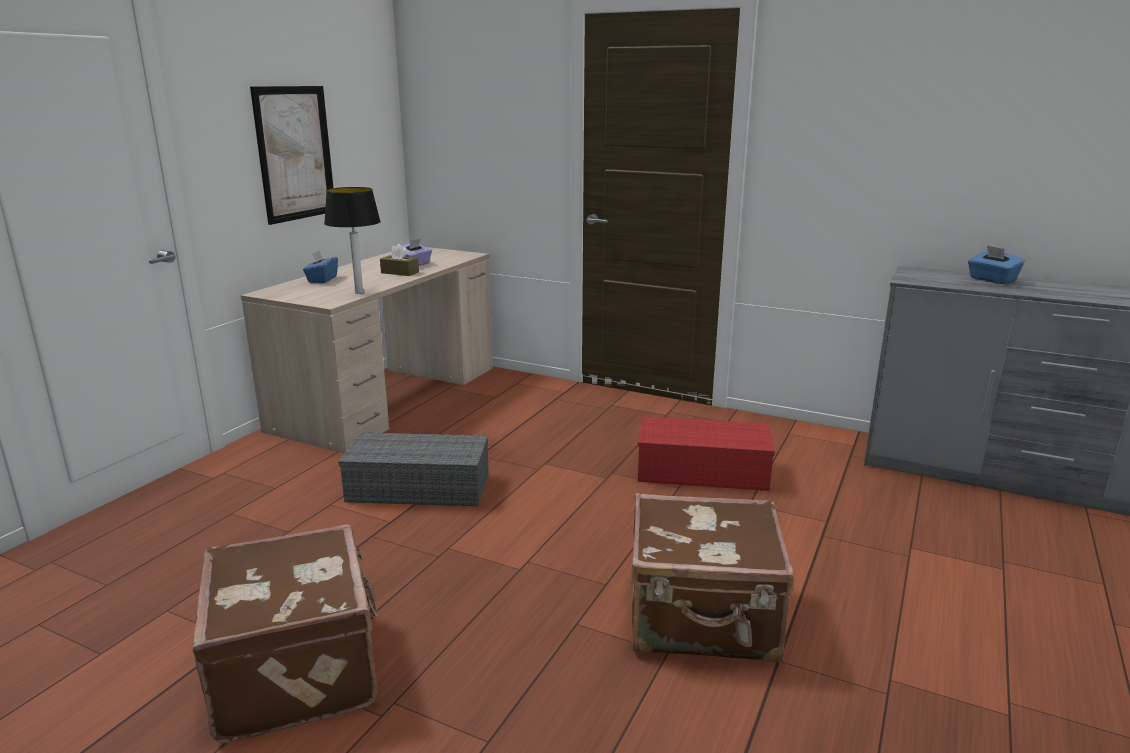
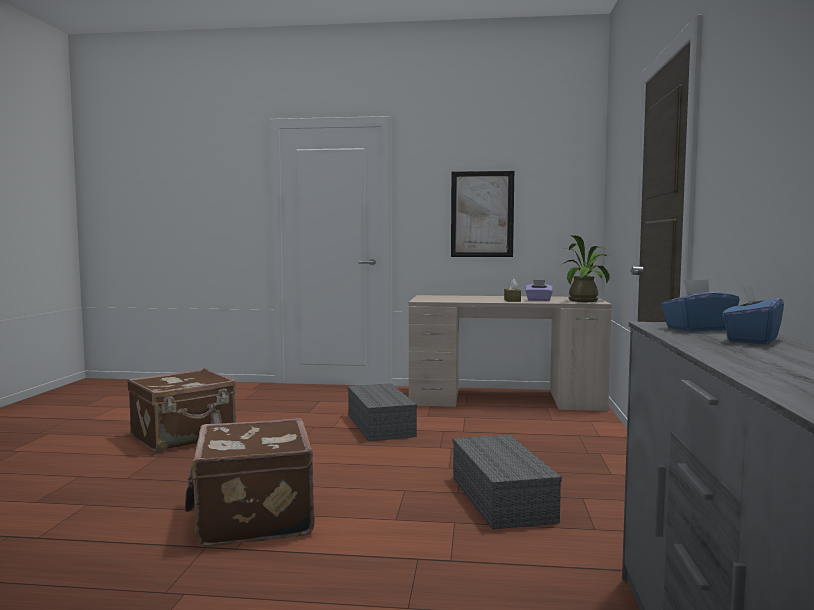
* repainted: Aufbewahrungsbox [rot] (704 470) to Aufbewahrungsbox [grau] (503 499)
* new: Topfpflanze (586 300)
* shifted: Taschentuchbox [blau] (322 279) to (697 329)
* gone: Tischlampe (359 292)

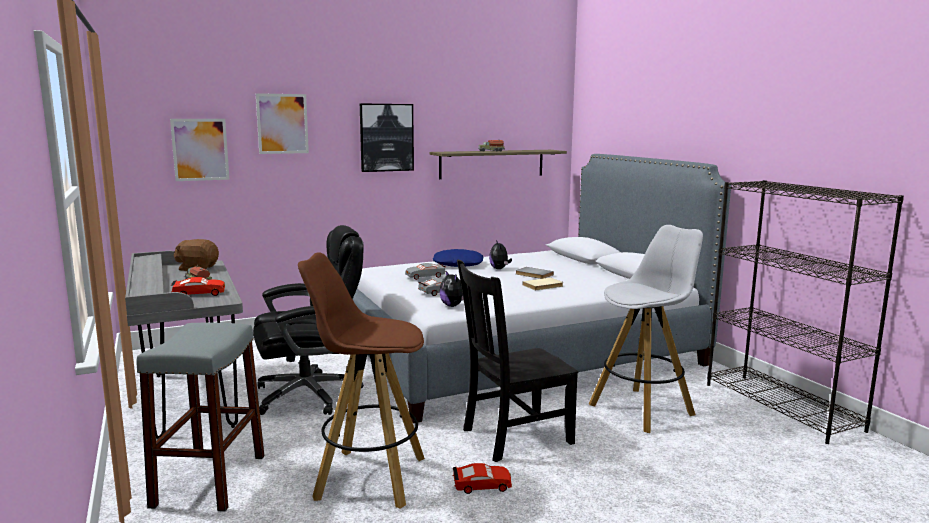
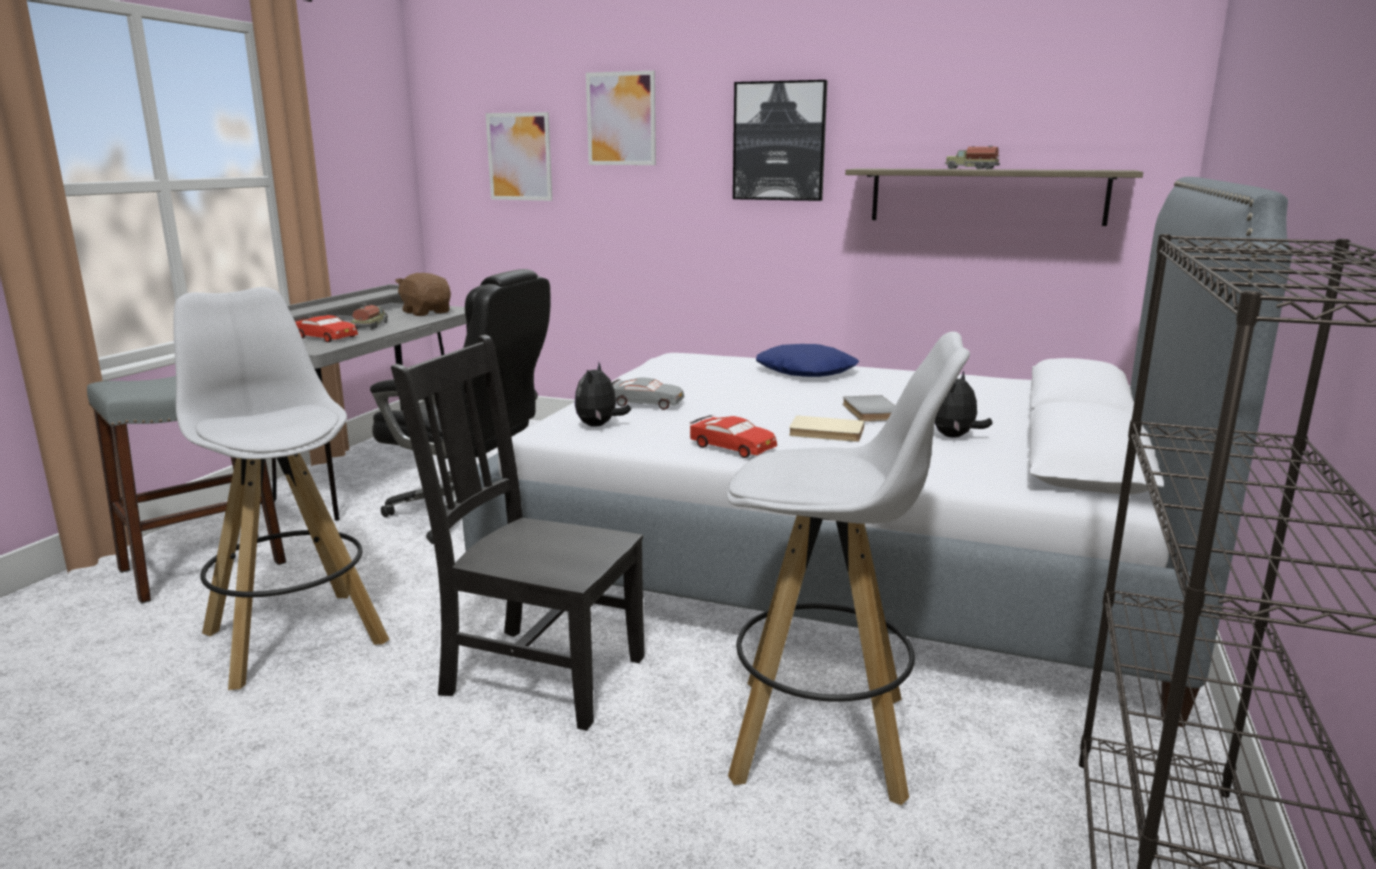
* repainted: Hocker [braun] (368 478) to Hocker [weiß] (294 636)
* shifted: Spielzeugauto [rot] (481 485) to (732 447)
* shifted: Plüschtier (499 269) to (955 437)
* gone: Spielzeugauto [grau] (425 276)

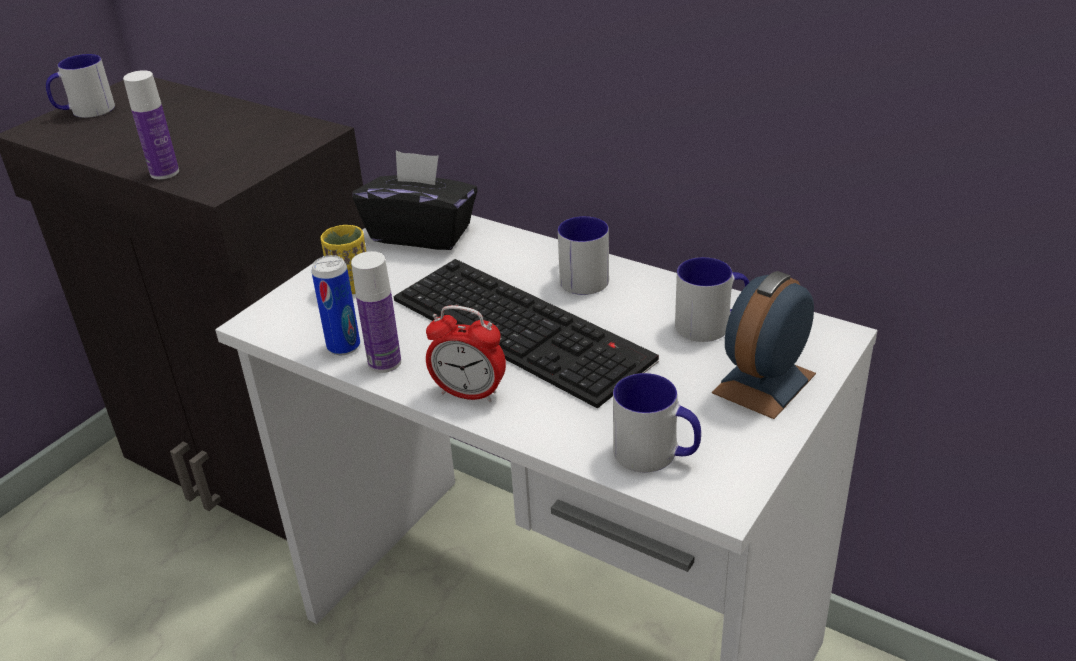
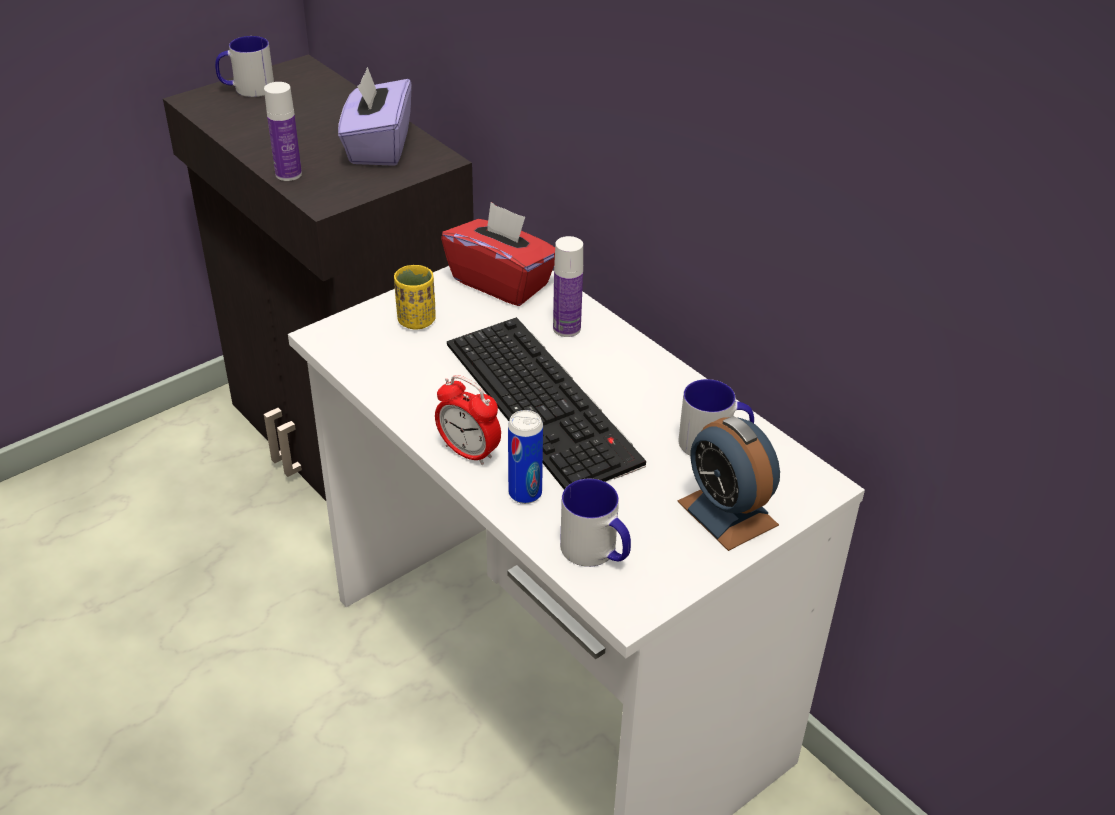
* new: Taschentuchbox [lila] (378 147)
* repainted: Taschentuchbox [schwarz] (421 234) to Taschentuchbox [rot] (501 282)
* shifted: Dose (343 347) to (525 494)
* shifted: Flasche (384 362) to (566 328)
* rotated: Wecker (764 383) = (727 513) 90 degrees counterclockwise
* gone: Henkelbecher (580 276)

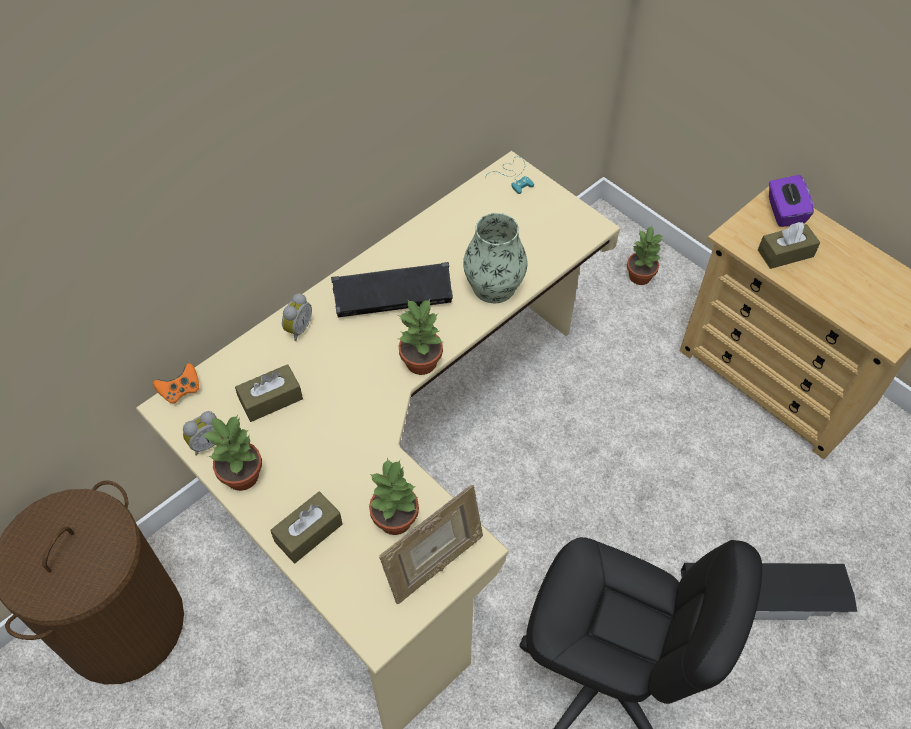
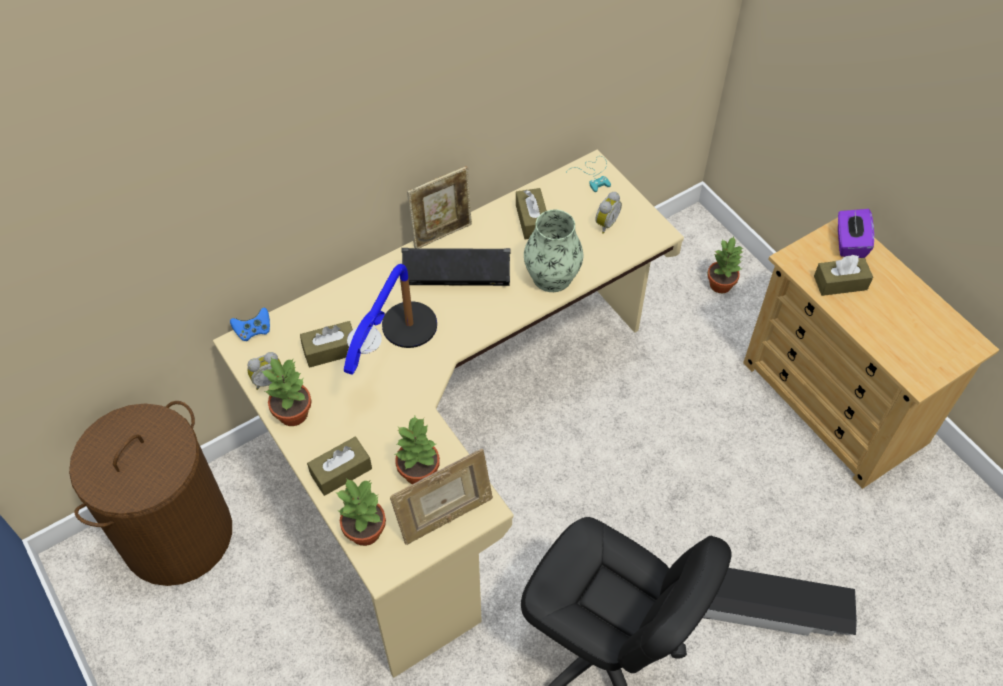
* repainted: Gamepad [orange] (180 390) to Gamepad [blau] (253 331)
* shifted: Topfpflanze (421 361) to (365 530)
* new: Tischlampe (397 349)
* new: Bilderrahmen (442 234)
* new: Taschentuchbox [braun] (532 220)
* shifted: Wecker (297 329) to (605 223)

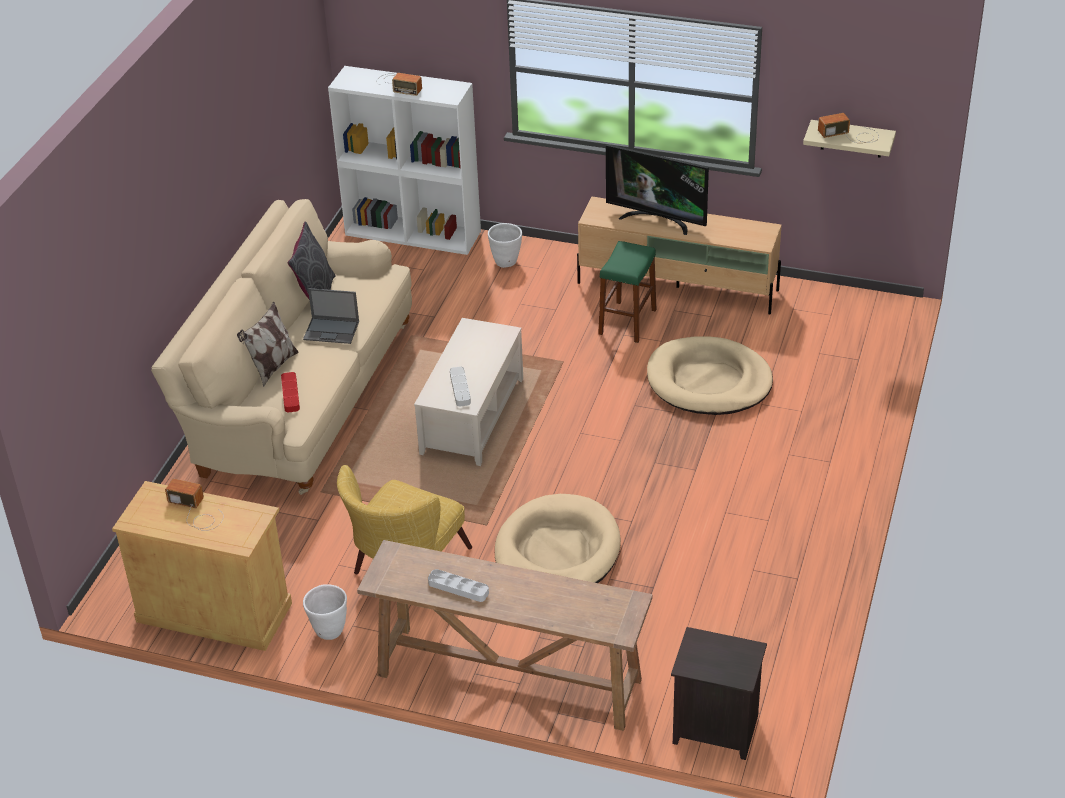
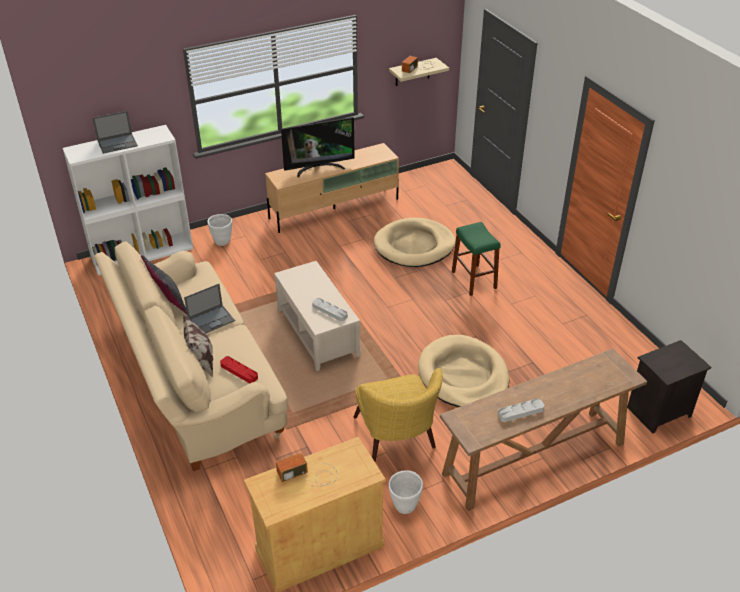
* swapped: Radio (398 84) to Laptop (118 143)
* shifted: Hocker [grün] (627 322) to (474 280)

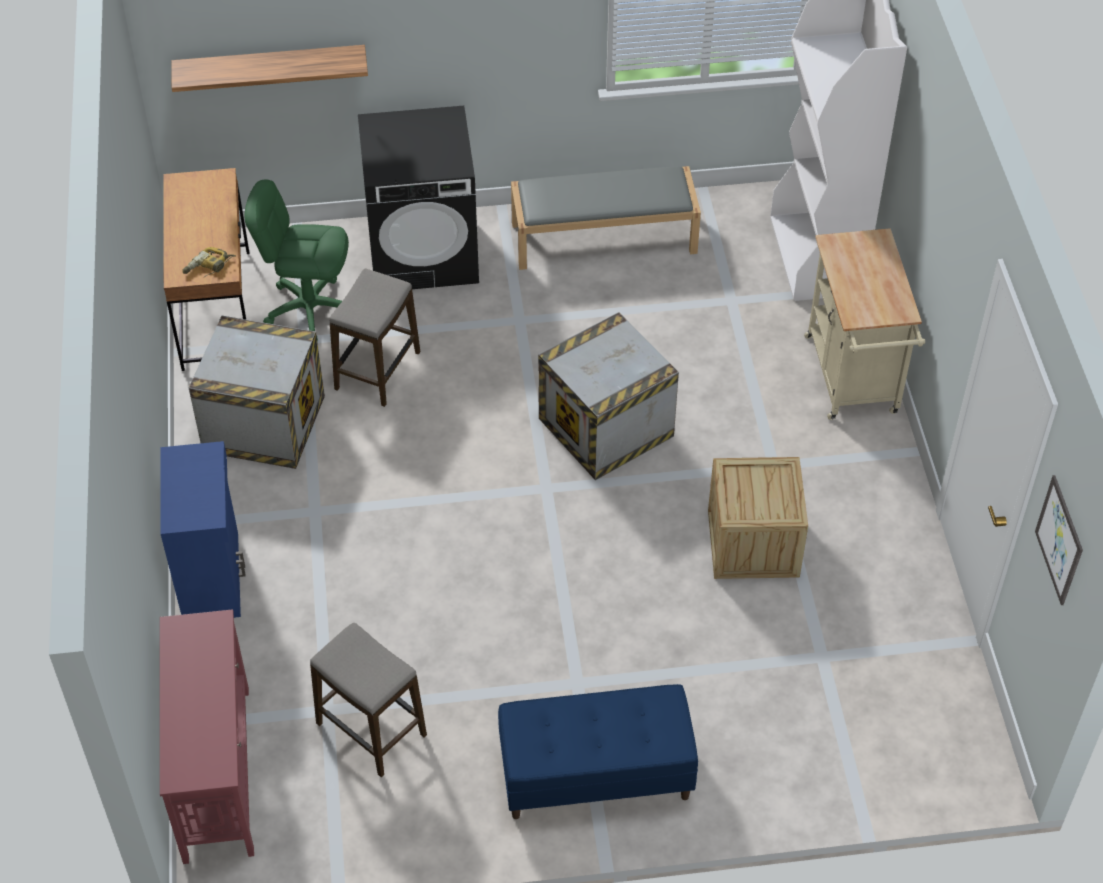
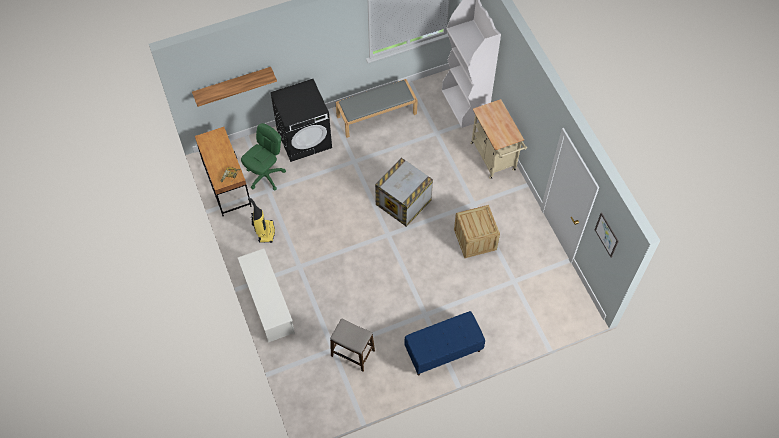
* swapped: Schrank [blau] (213 576) to Schuhregal [weiß] (268 304)
* rotated: Bürostuhl [grün] (309 309) = (265 175) 135 degrees clockwise
* swapped: Kiste (264 422) to Staubsauger (265 232)
* gone: Konsolentisch [rot] (217 771)
* gone: Hocker (377 371)

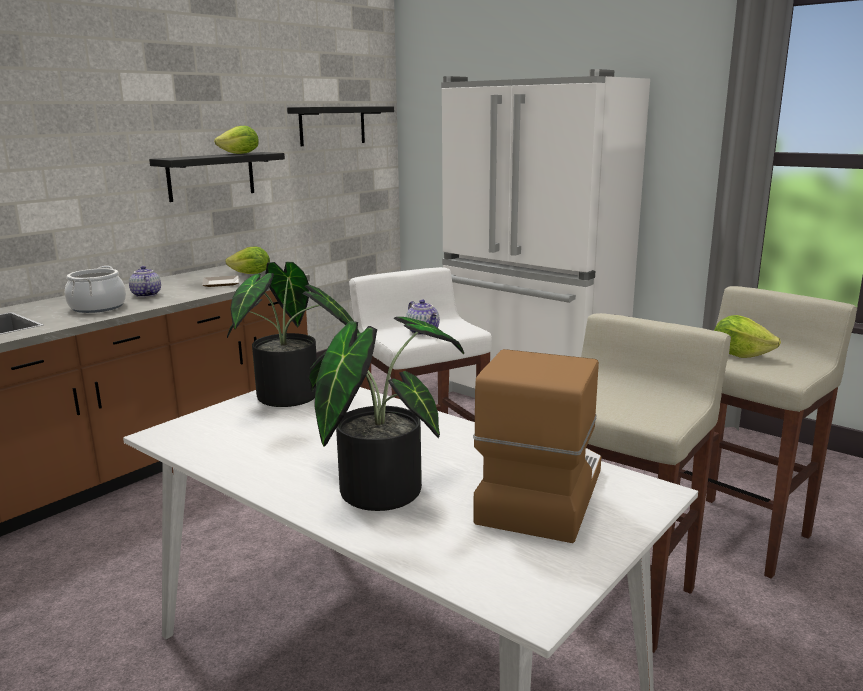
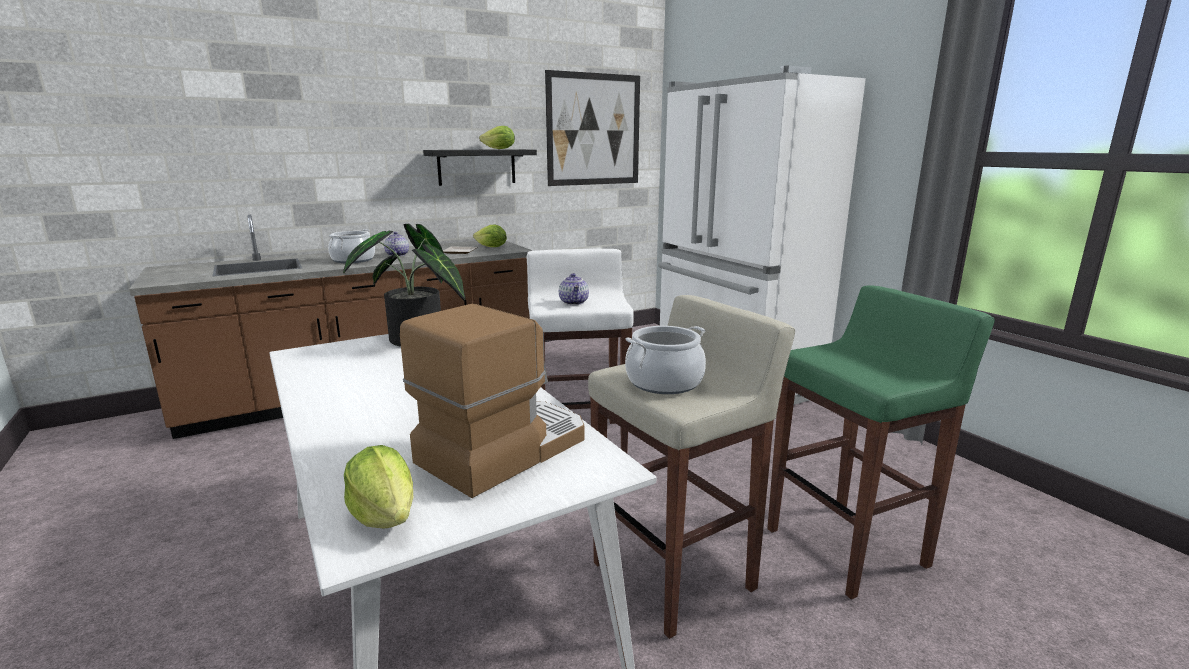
* shifted: Salatkopf (740 355) to (385 515)
* swapped: Wandregal [schwarz] (332 125) to Bild (594 130)
* new: Kochtopf (664 382)
* repainted: Hocker [beige] (738 534) to Hocker [grün] (848 547)
* gone: Topfpflanze (379 486)

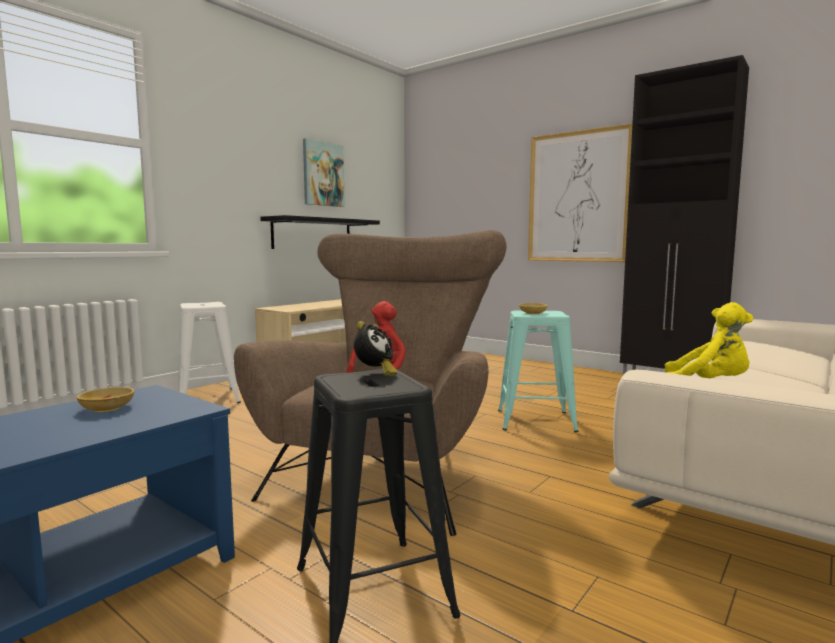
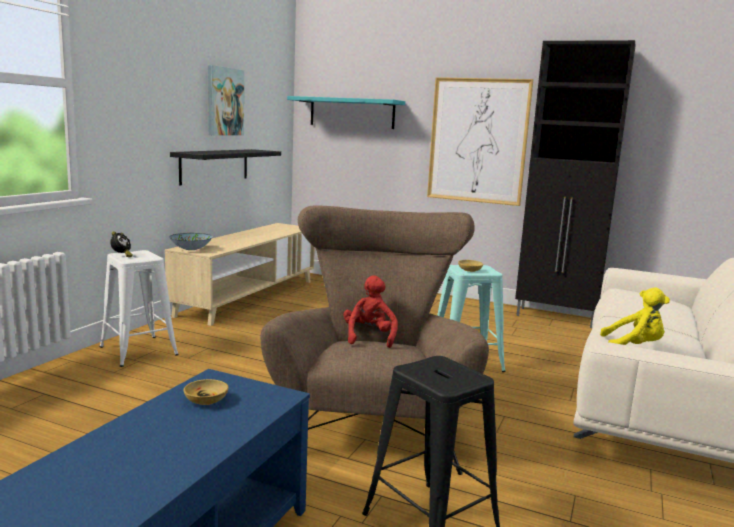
* shifted: Wecker (375 373) to (121 256)
* new: Schüssel (191 249)
* new: Wandregal [türkis] (352 113)

